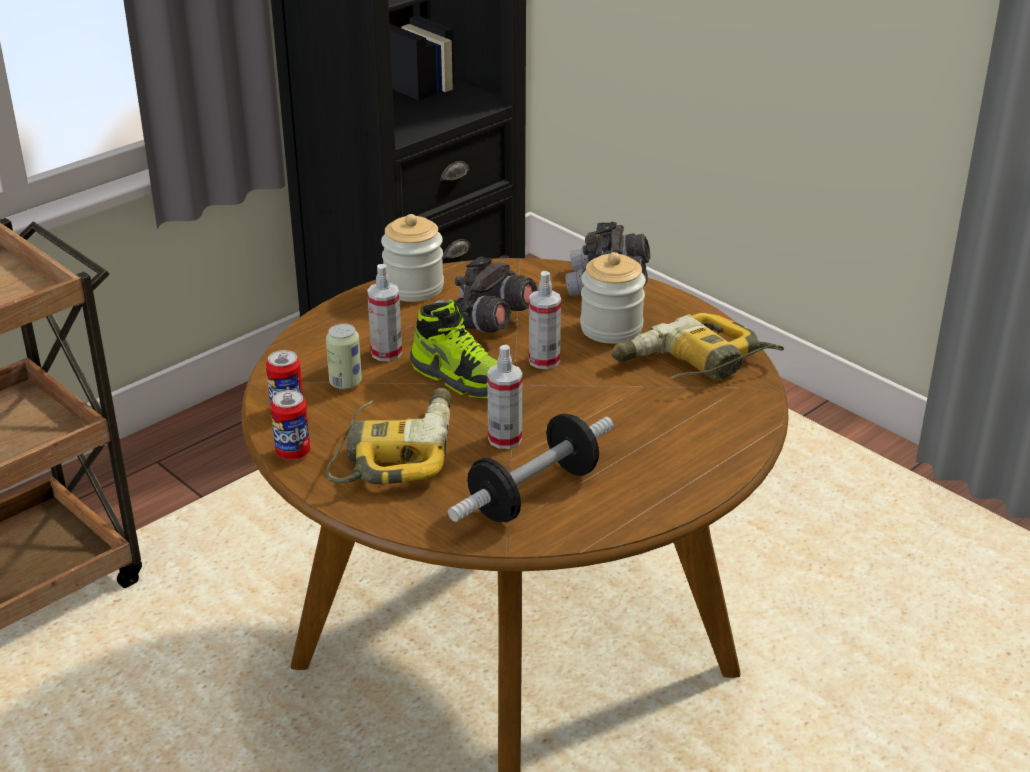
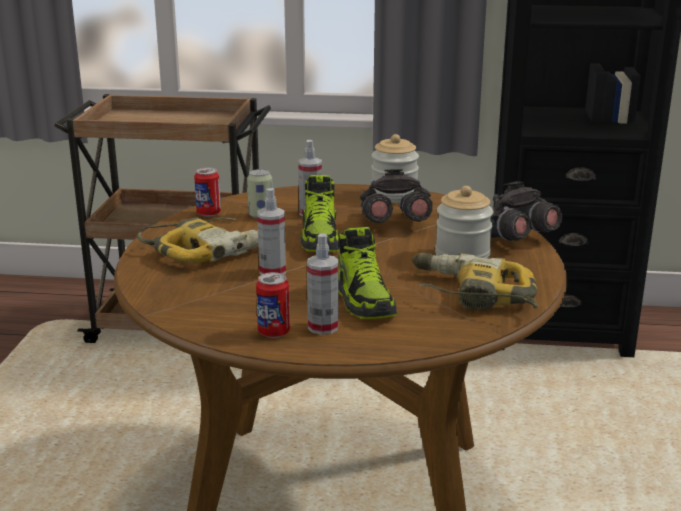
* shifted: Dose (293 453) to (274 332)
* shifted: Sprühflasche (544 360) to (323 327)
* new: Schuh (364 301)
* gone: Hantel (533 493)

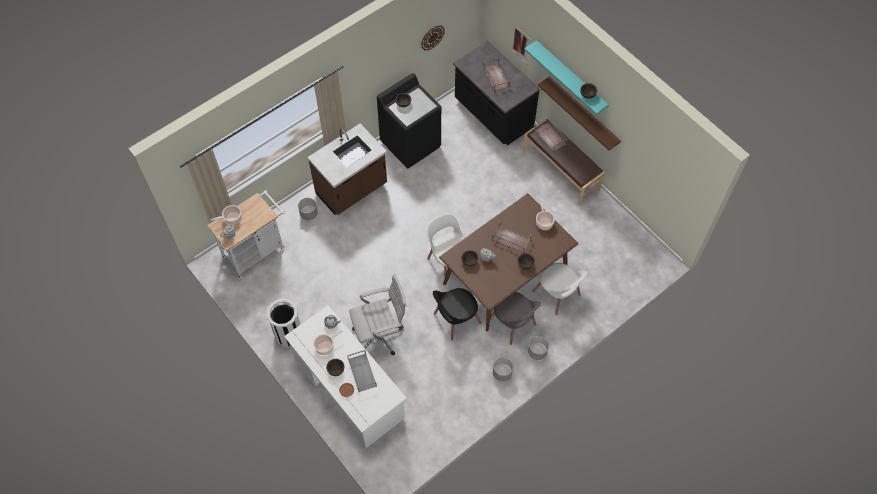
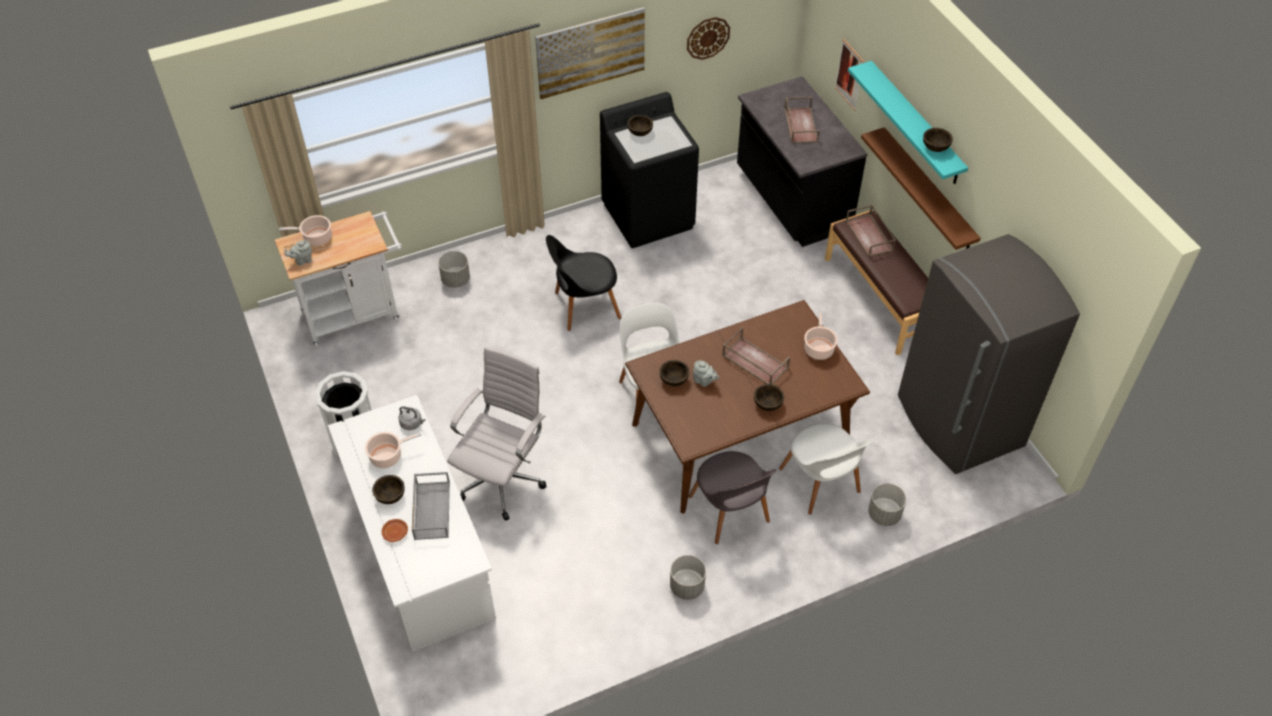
* rotated: Bürostuhl [weiß] (381 335) = (503 478) 60 degrees counterclockwise
* new: Bild (590 52)
* shifted: Stuhl [schwarz] (455 319) to (584 306)
* shifted: Pflanzkübel [grau] (537 352) to (884 514)
* new: Kühlschrank [grau] (958 423)
* gone: Küchenzeile [braun] (352 190)

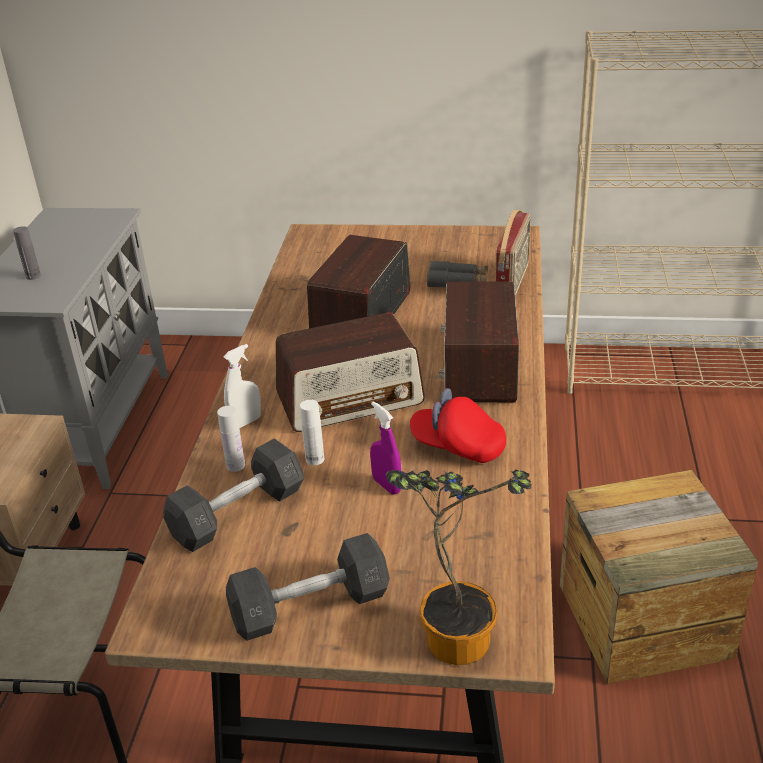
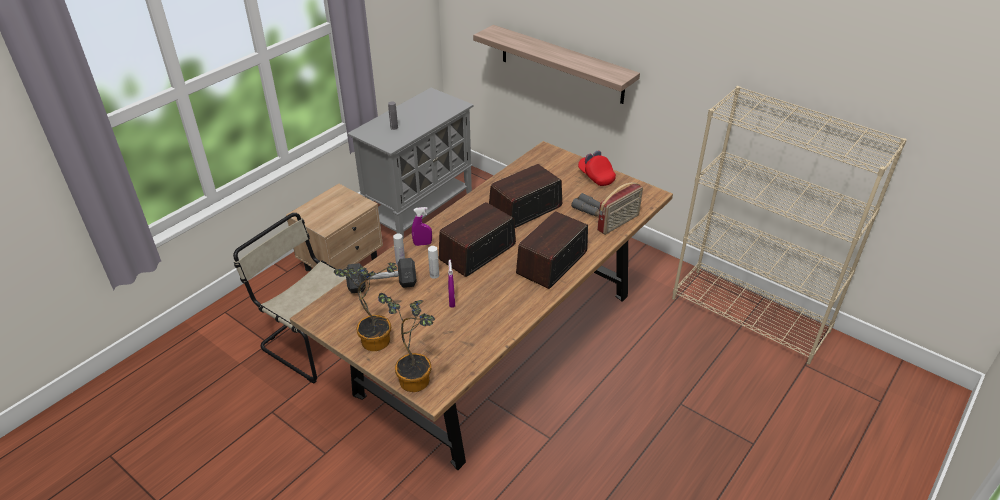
* swapped: Hantel [grau] (310 606) to Topfpflanze (374 338)
* repainted: Sprühflasche [weiß] (246 422) to Sprühflasche [lila] (422 244)
* rotated: Radio (350 398) = (477 252) 120 degrees clockwise
* new: Wandregal (561 64)
* shifted: Kappe [rot] (458 446) to (596 177)
* gone: Kiste (643 620)

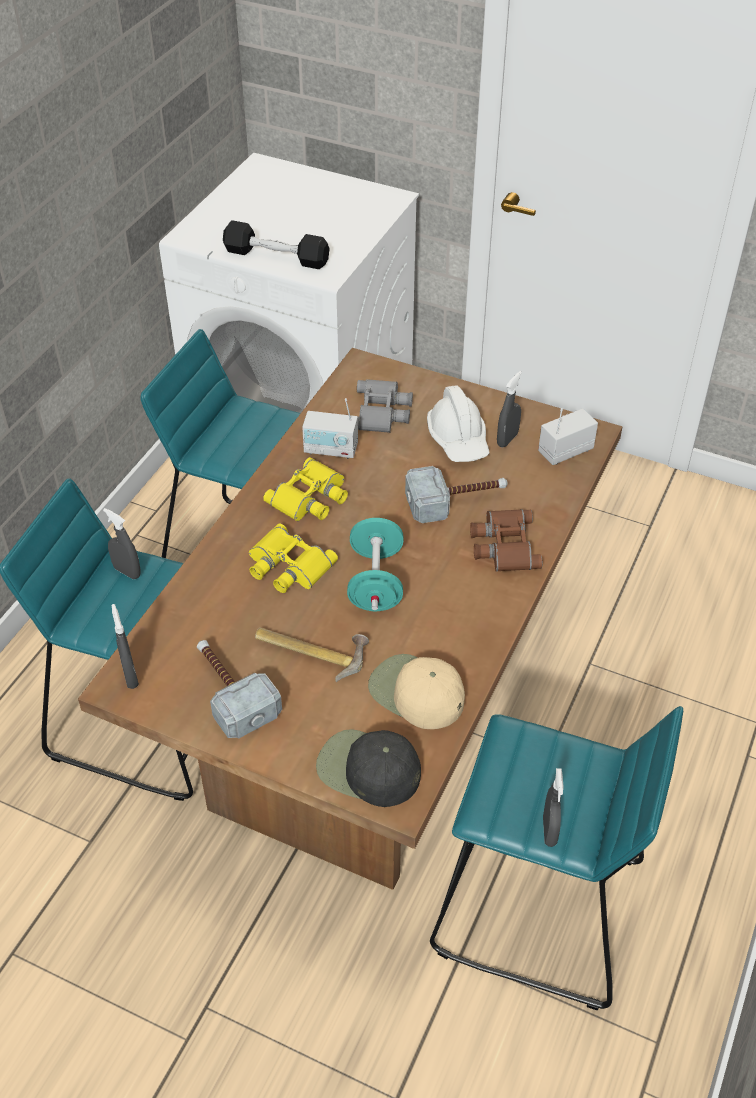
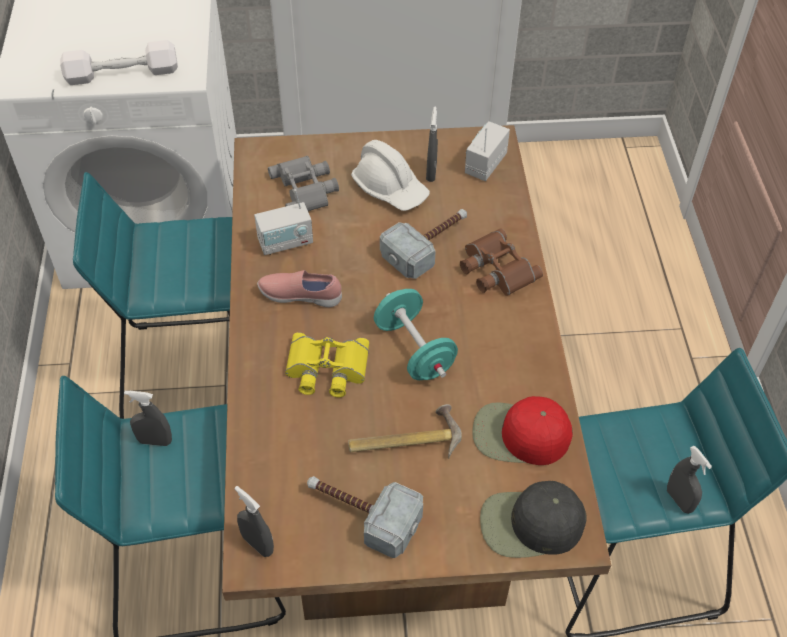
* repainted: Hantel [schwarz] (276 256) to Hantel [weiß] (122 74)
* swapped: Fernglas [gelb] (310 498) to Schuh [rosa] (300 296)
* repainted: Kappe [beige] (415 693) to Kappe [rot] (519 435)

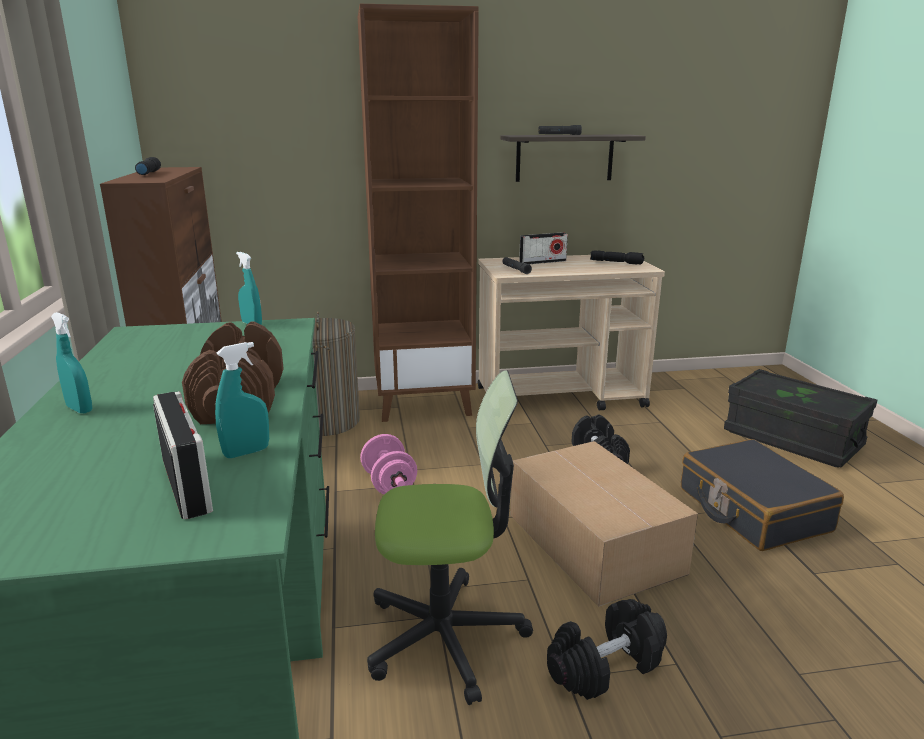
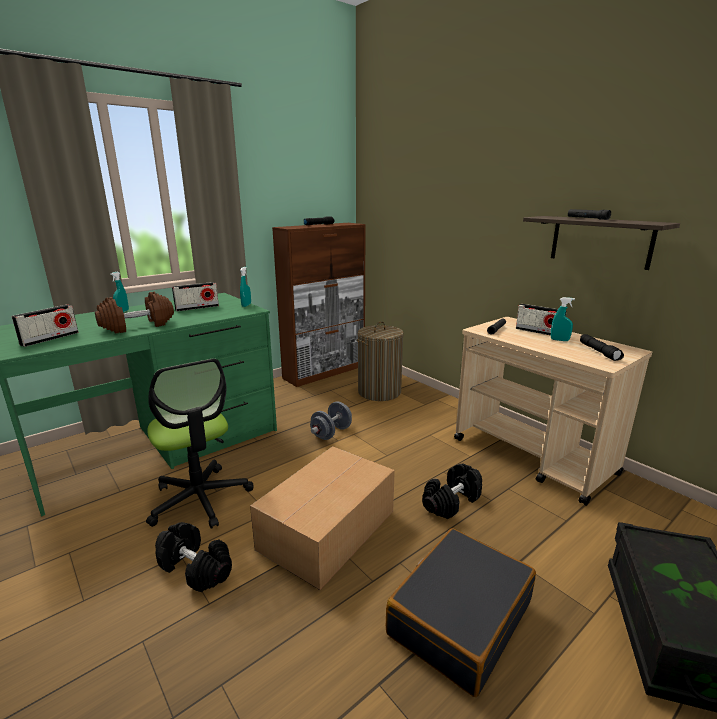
* new: Radio (197 308)
* repainted: Hantel [rosa] (389 484) to Hantel [grau] (331 433)
* shifted: Sprühflasche [türkis] (246 452) to (559 340)
* gone: Bücherregal [braun] (424 403)

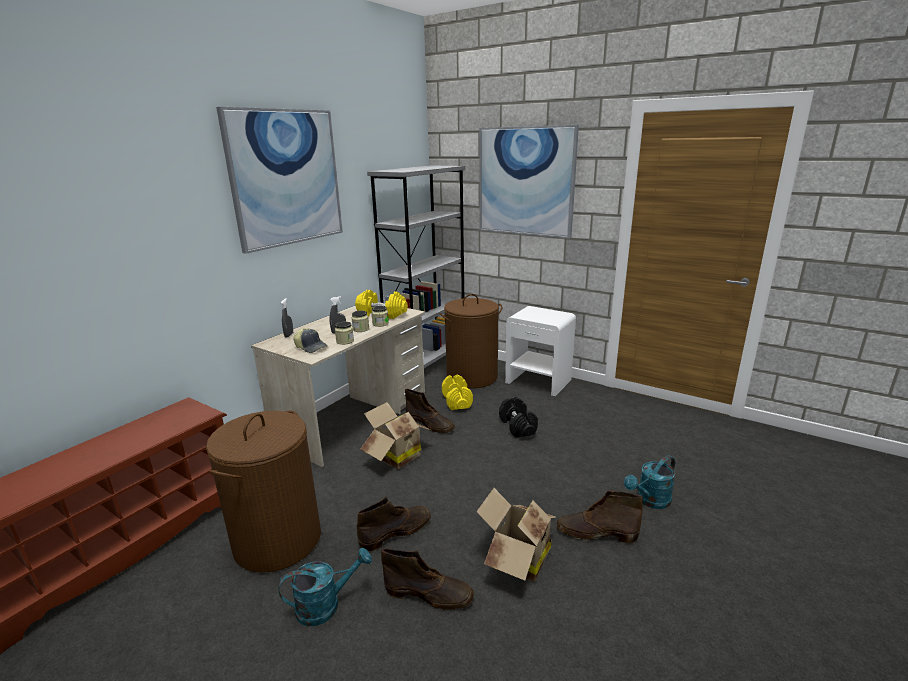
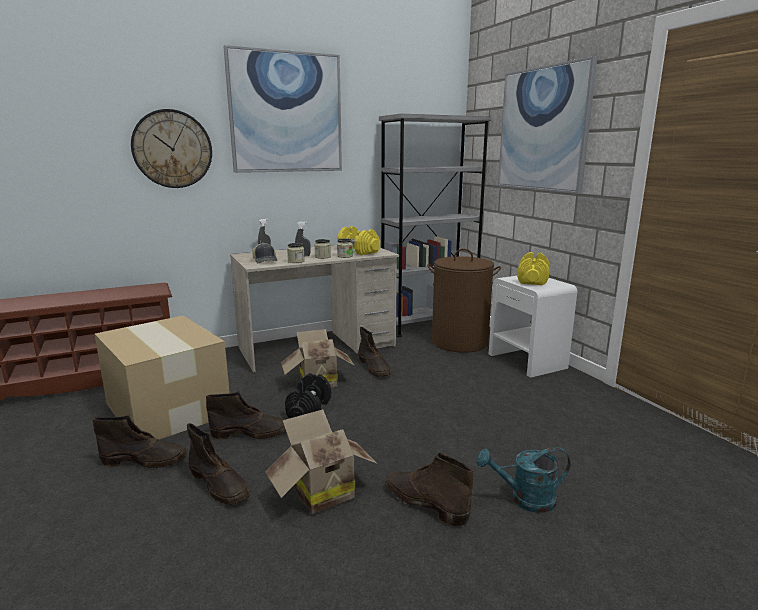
* swapped: Gießkanne [türkis] (326 605) to Stiefel [braun] (145 460)
* swapped: Wäschekorb [braun] (277 540) to Karton (168 408)
* new: Wanduhr (172 149)
* shifted: Hantel [schwarz] (518 426) to (309 409)
* shifted: Hantel [gelb] (457 401) to (532 280)

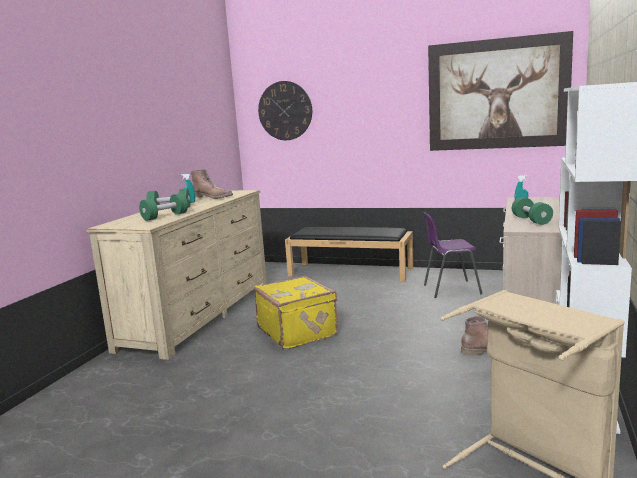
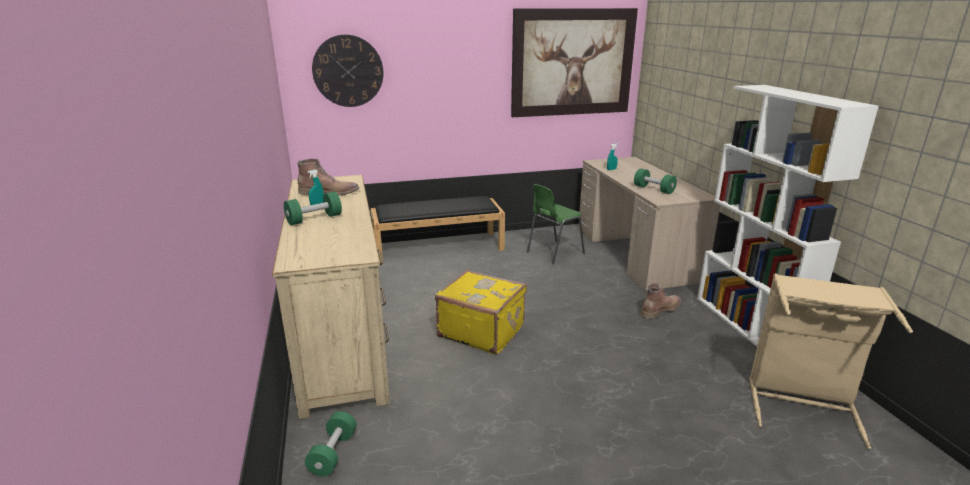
* shifted: Hantel [grün] (165 216) to (333 453)
* repainted: Stuhl [lila] (450 289) to Stuhl [grün] (553 252)

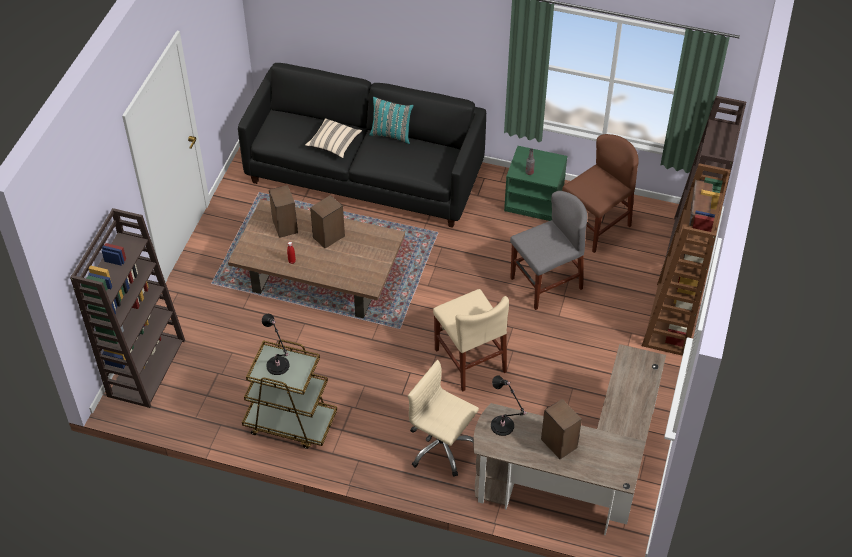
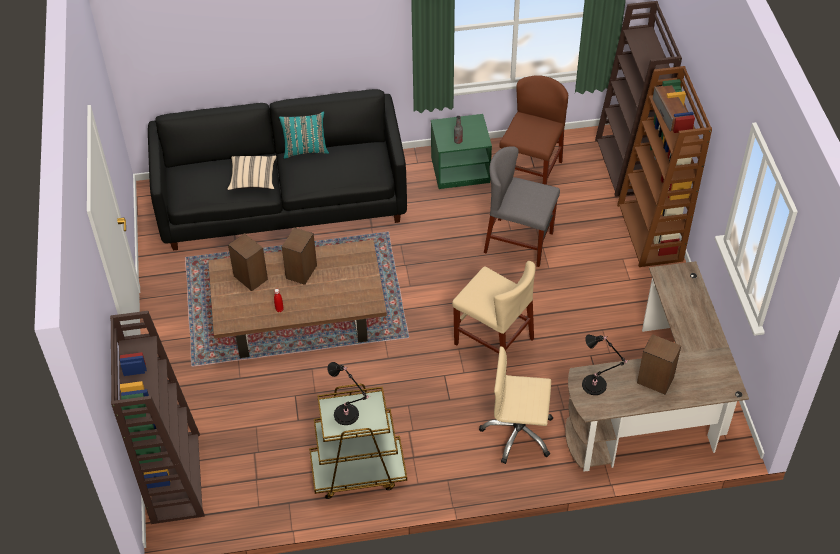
* rotated: Stuhl [grau] (546 283) = (518 242) 105 degrees counterclockwise

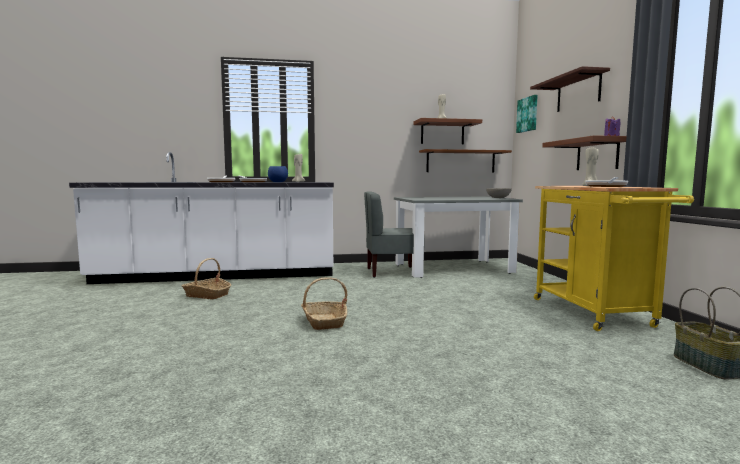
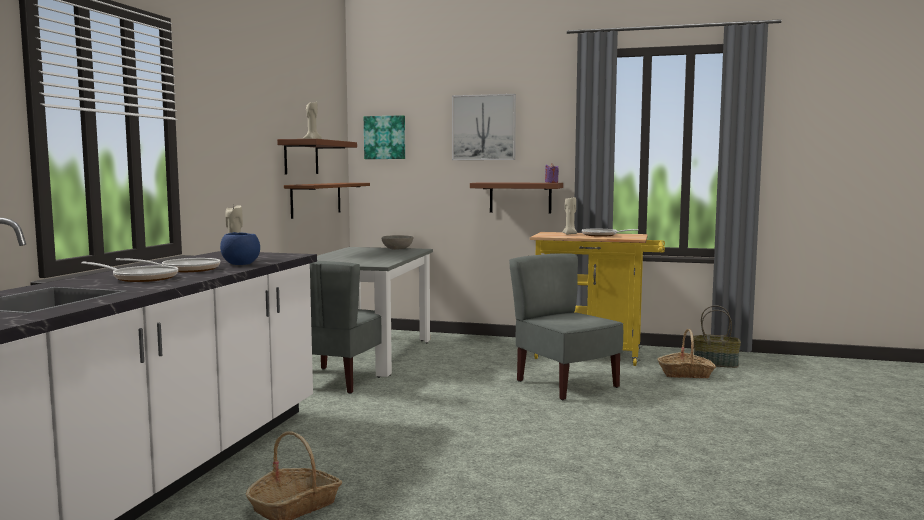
* swapped: Wandregal (578 92) to Bild (484 127)
* new: Stuhl [grau] (565 384)
* shifted: Korb (324 322) to (685 374)

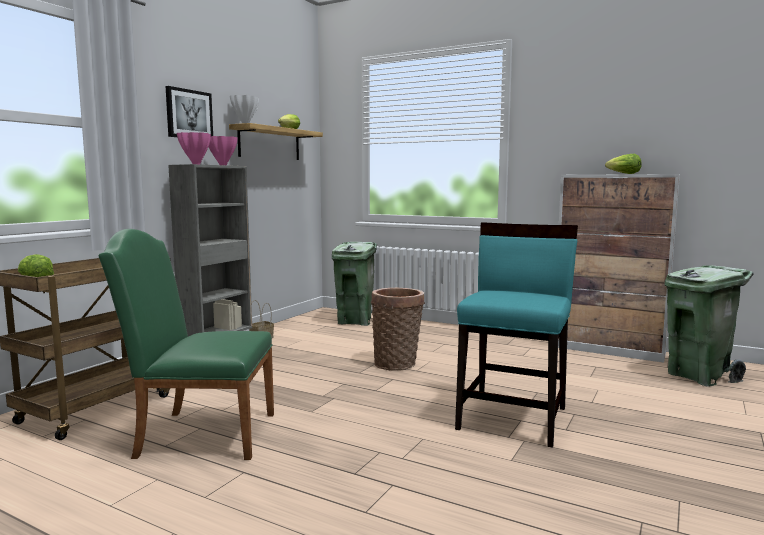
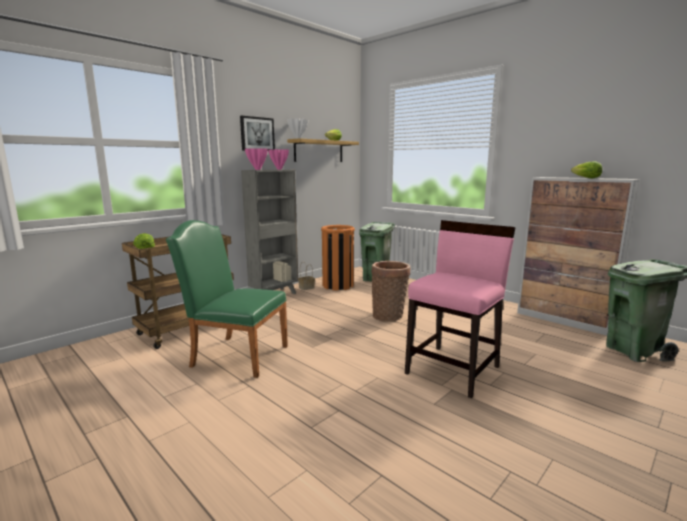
* new: Mülleimer [orange] (338 285)
* repainted: Stuhl [türkis] (513 418) to Stuhl [rosa] (453 369)

